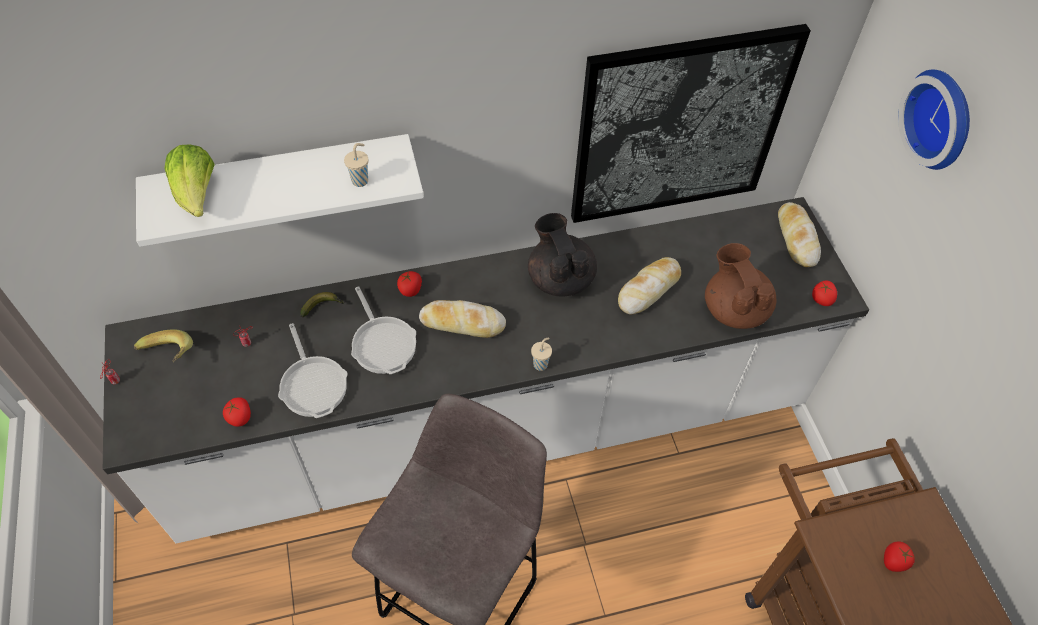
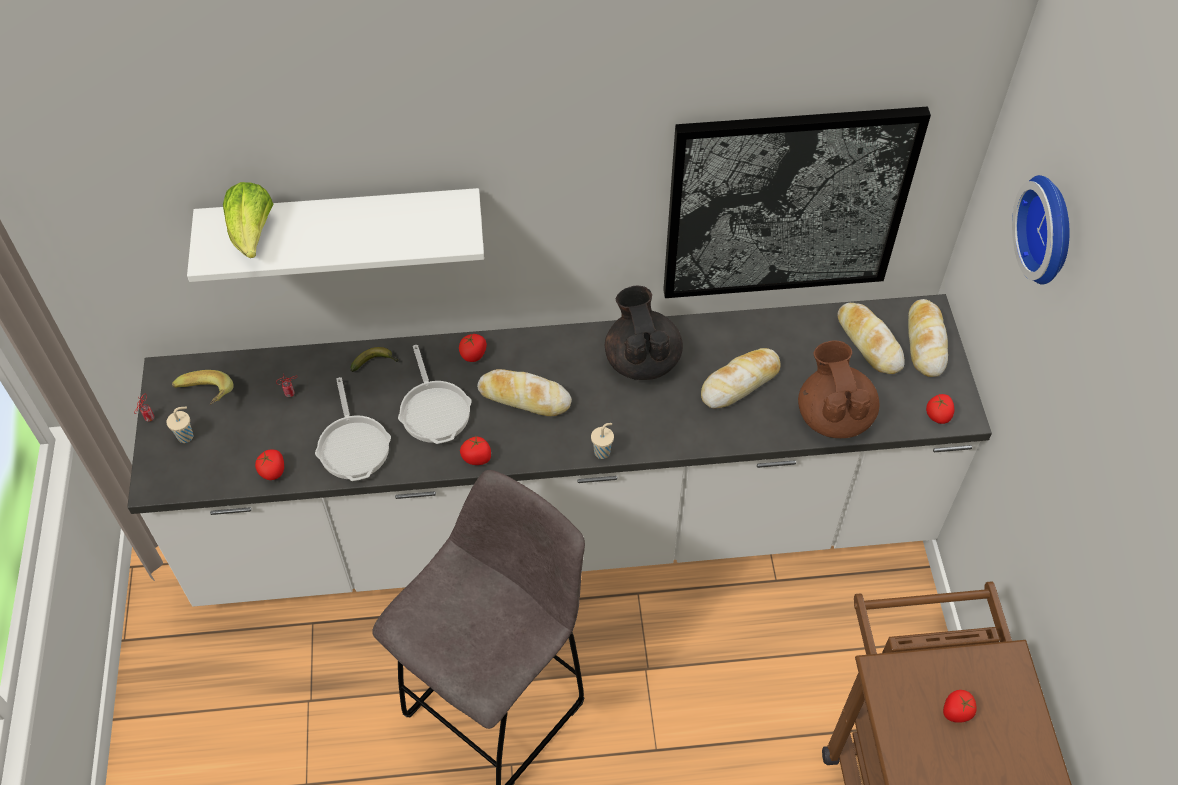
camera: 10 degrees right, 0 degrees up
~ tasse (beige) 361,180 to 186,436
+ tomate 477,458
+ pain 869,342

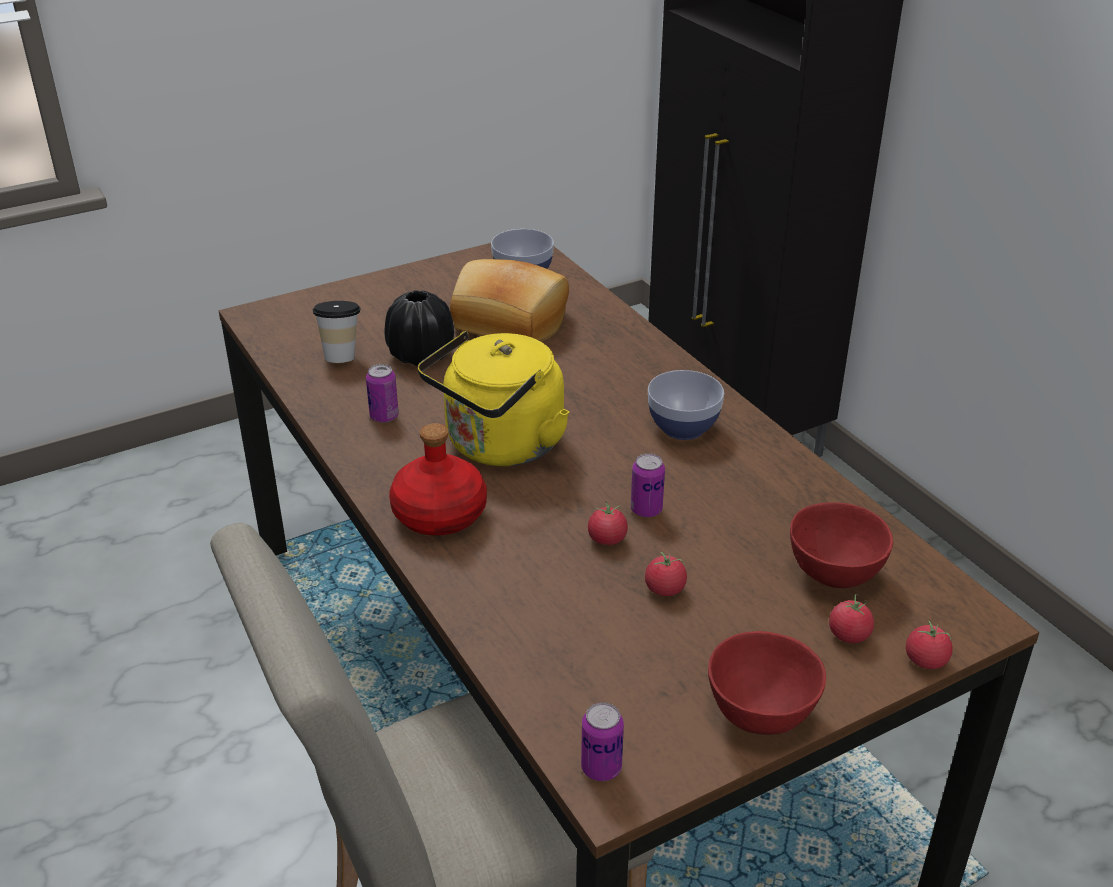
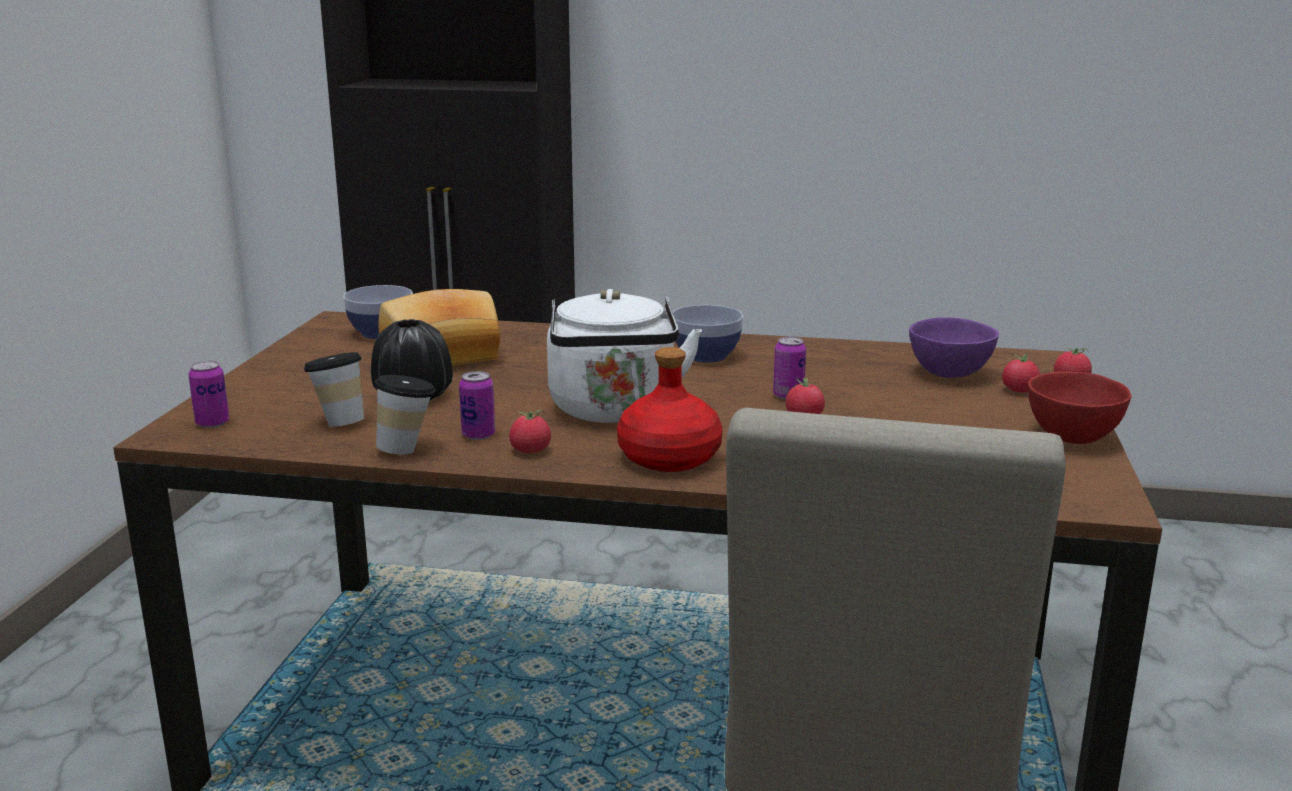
camera: 50 degrees left, 15 degrees down
~ boîte métallique 601,768 to 212,423
+ tasse 407,449
~ tomate 665,589 to 530,451
~ bouilloire (jaune) 500,446 to bouilloire (blanc) 614,411
~ bol (rouge) 834,575 to bol (violet) 951,374

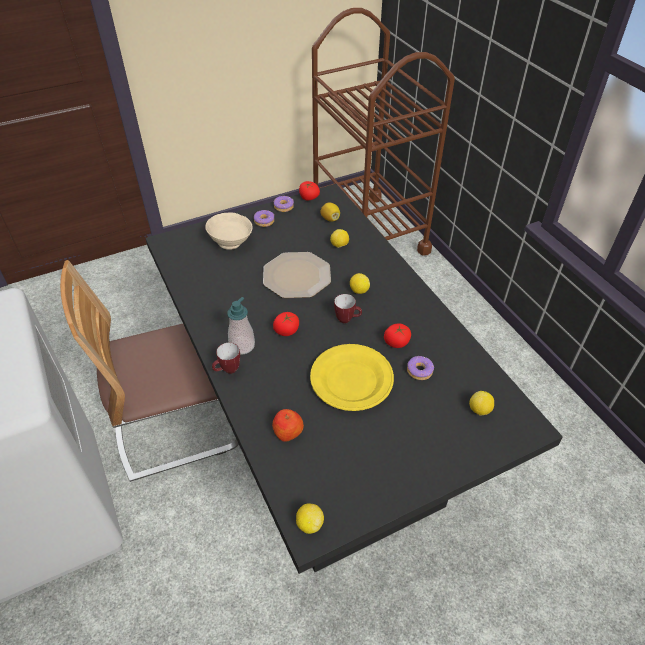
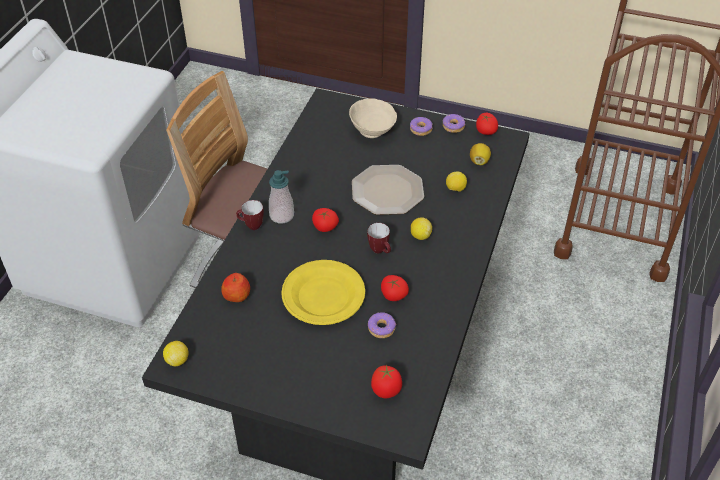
camera: 45 degrees right, 0 degrees up
~ citron 479,410 to tomate 386,390

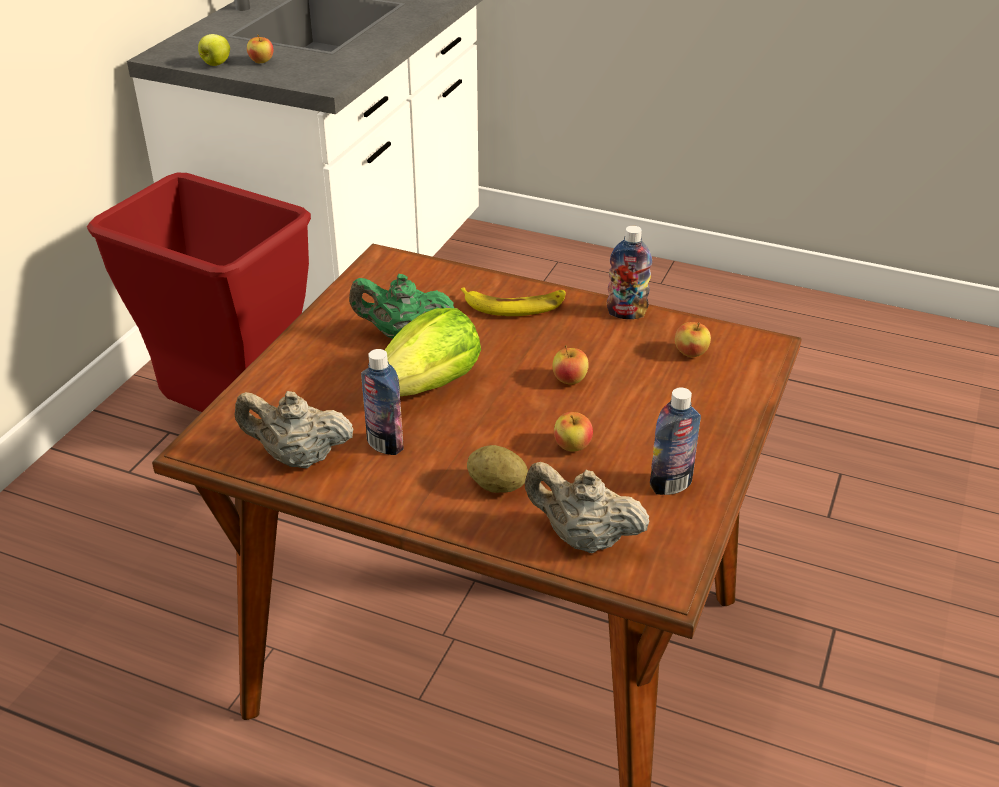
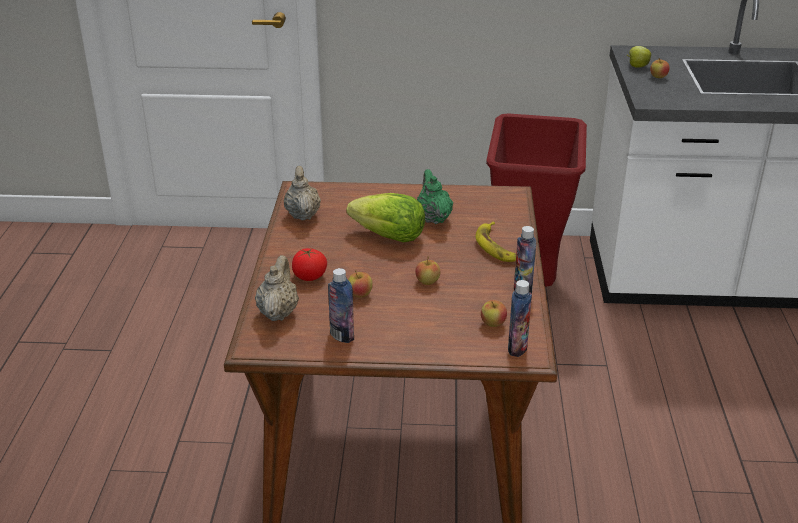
camera: 70 degrees right, 5 degrees down
~ pomme de terre 497,486 to tomate 310,276
~ bouteille 385,444 to 517,348

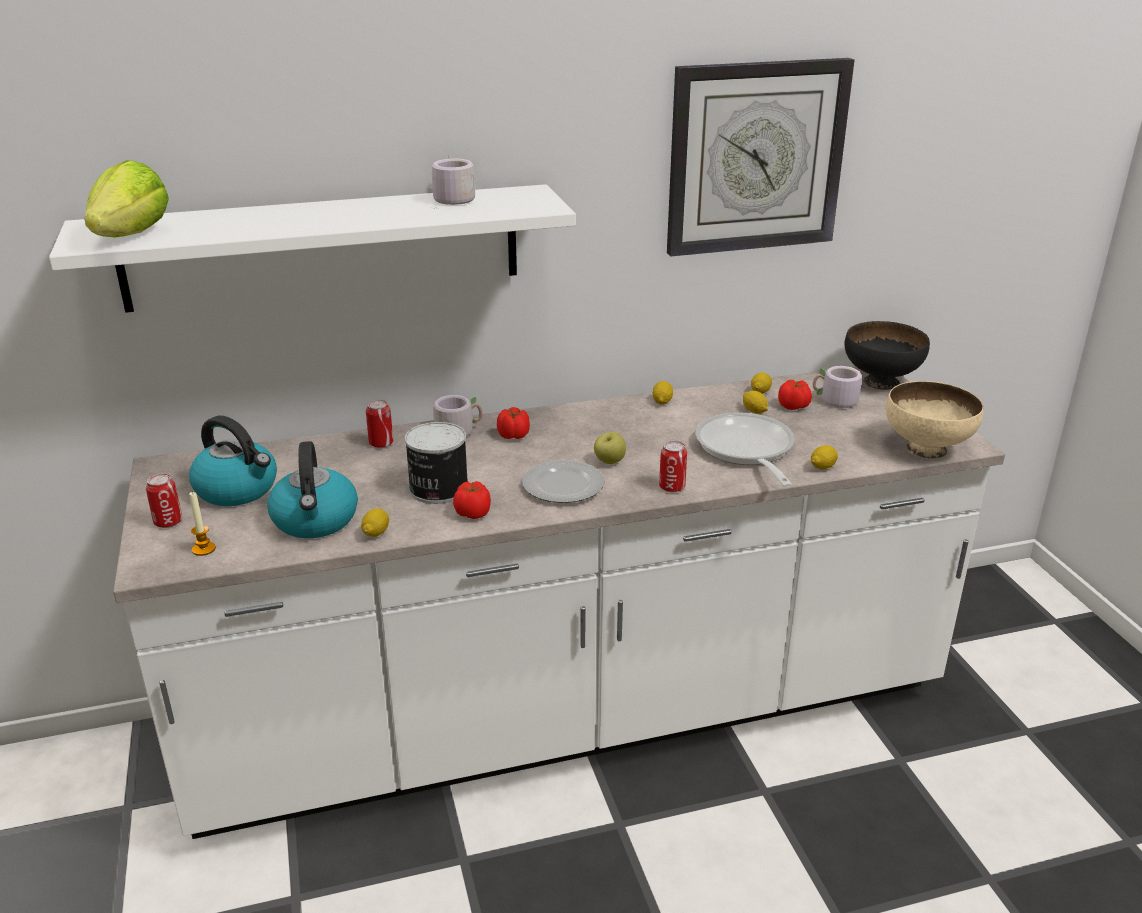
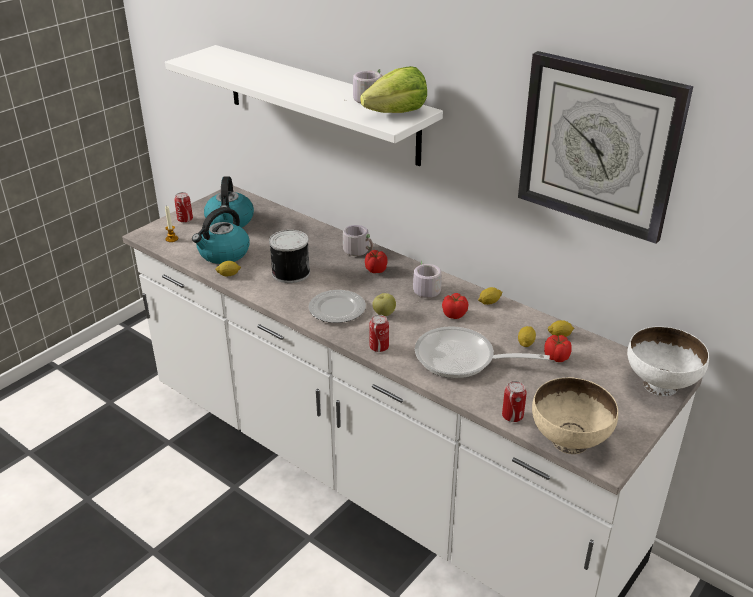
camera: 55 degrees right, 5 degrees up
~ laitue 131,235 to 397,113
~ mug (gris) 834,402 to 424,290
~ poêle 746,451 = 462,359 120 degrees counterclockwise
~ tomate 473,513 to 455,314
~ boîte métallique 381,443 to 512,416
~ bol (noir) 881,381 to bol (blanc) 661,385
- citron 822,467

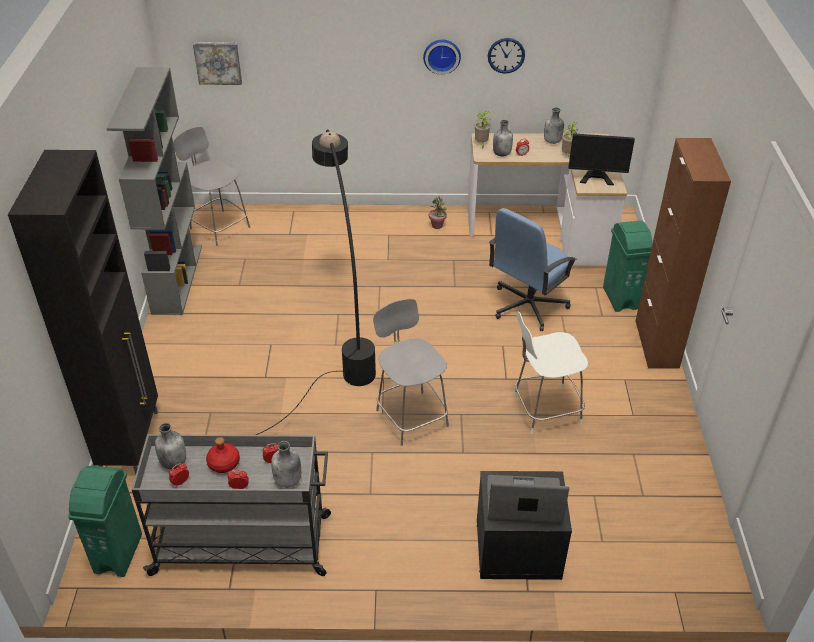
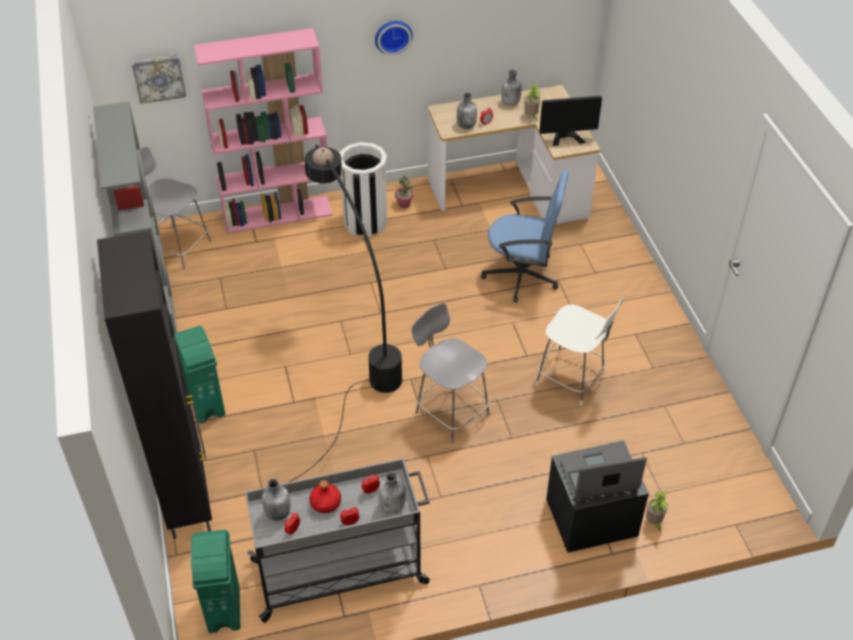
camera: 15 degrees left, 5 degrees up
~ poubelle (vert) 620,298 to 206,404
+ bibliothèque (rose) 278,214
+ poubelle (blanc) 365,222
~ chaise de bureau (bleu) 527,306 = 522,276 105 degrees counterclockwise
~ chaise (blanc) 544,410 = 572,379 120 degrees counterclockwise
~ plante en pot 481,144 to 653,522
- horloge murale 506,55
- meuble de rangement (marron) 656,344

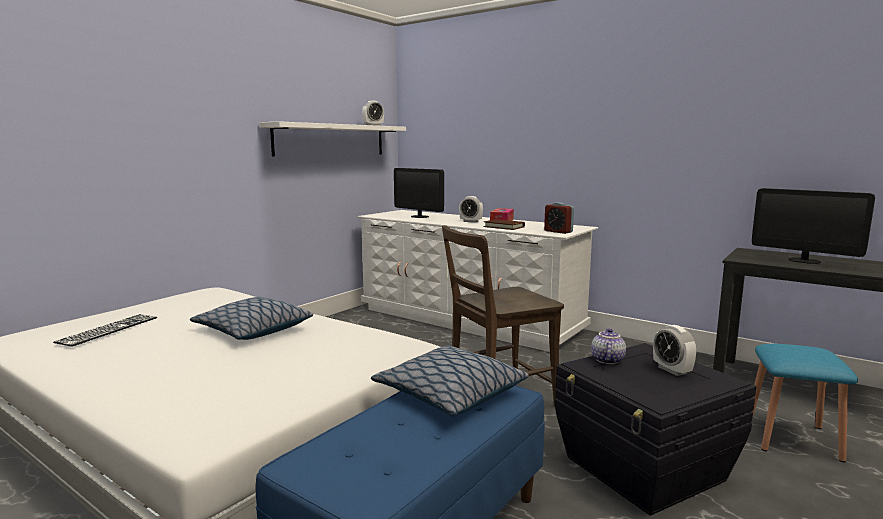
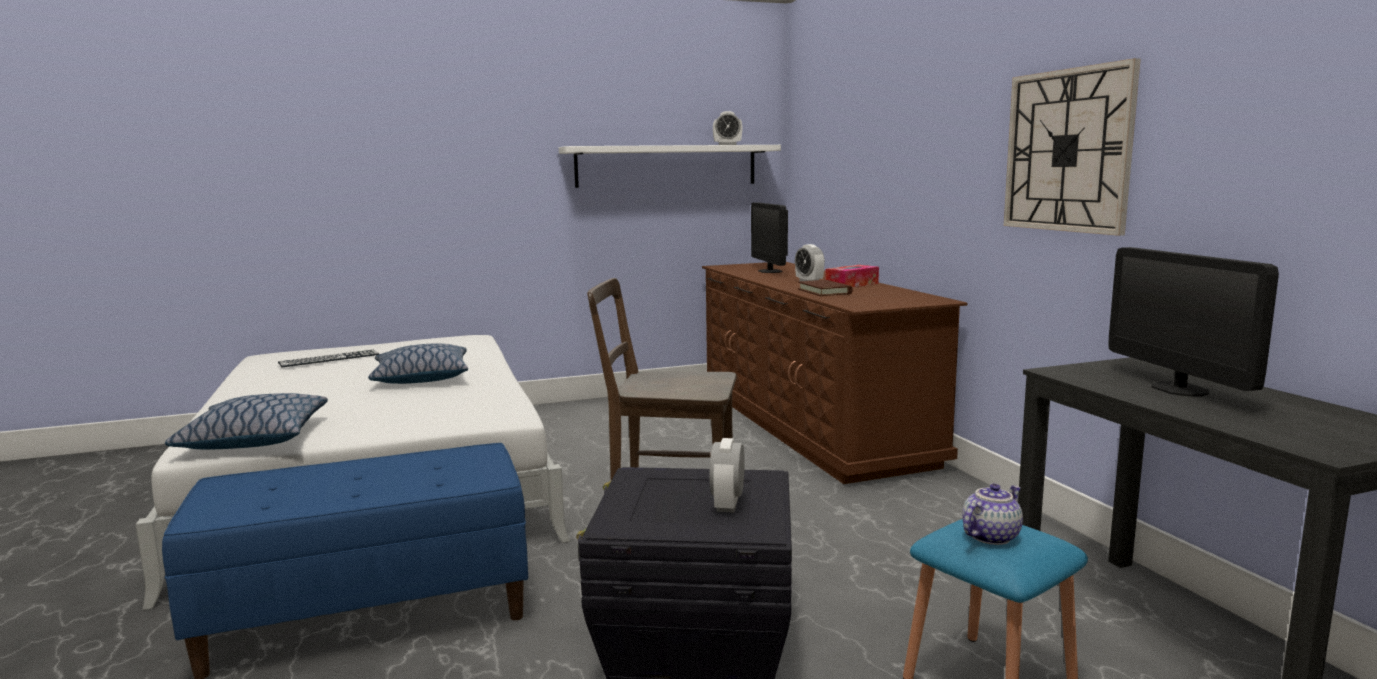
camera: 35 degrees right, 0 degrees up
~ coussin 449,394 to 254,439
~ commode (blanc) 467,319 to commode (marron) 808,424
~ théière 606,360 to 989,536
+ horloge murale 1067,151
- réveil 558,231

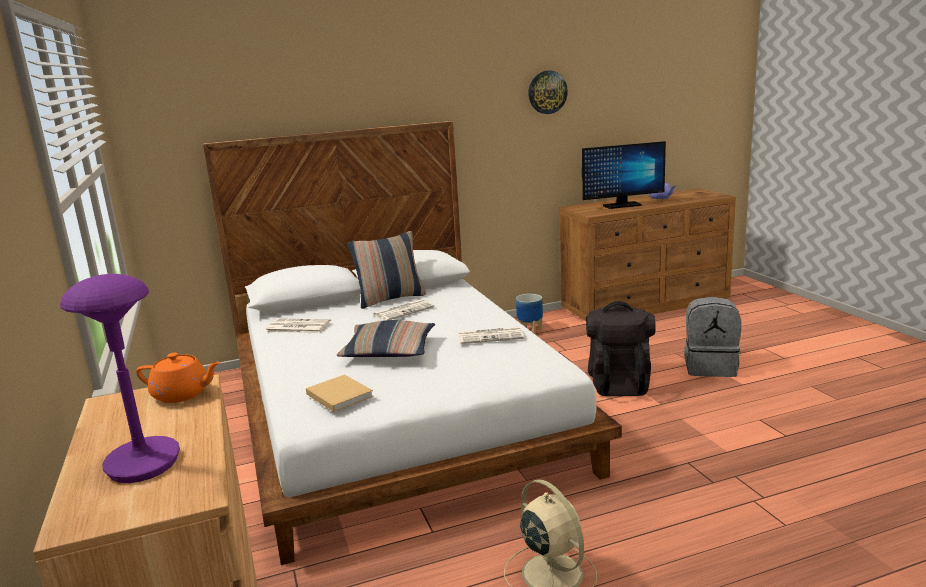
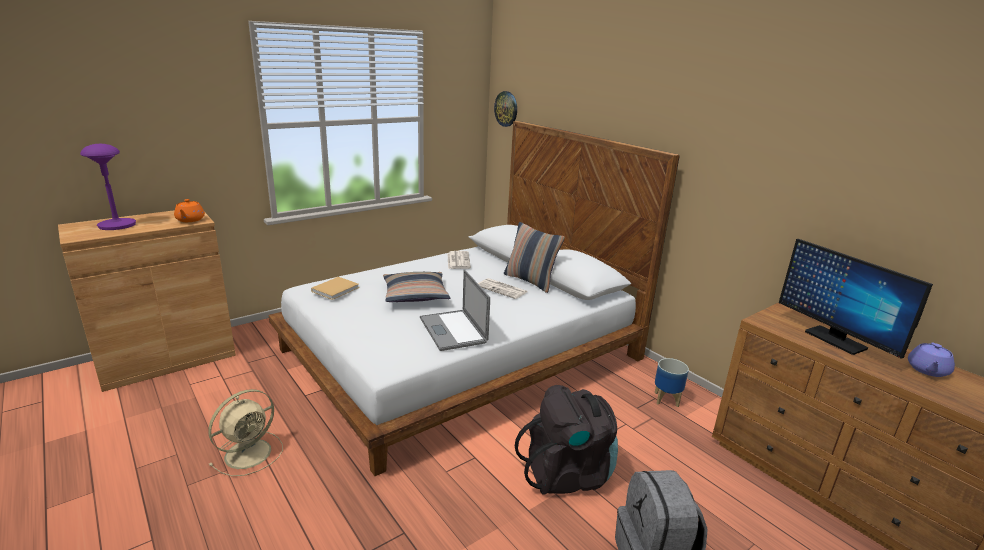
camera: 70 degrees right, 5 degrees up
~ journal 491,336 to ordinateur portable 453,330
~ horloge murale 547,92 to 506,109

